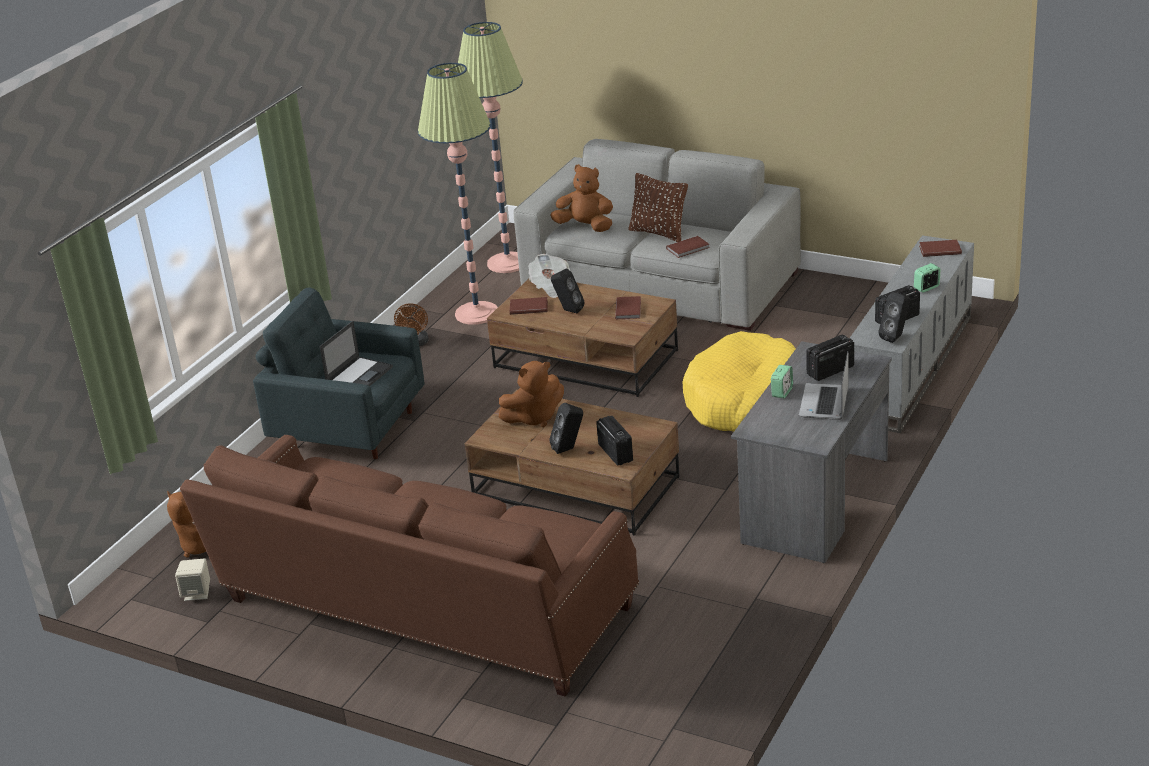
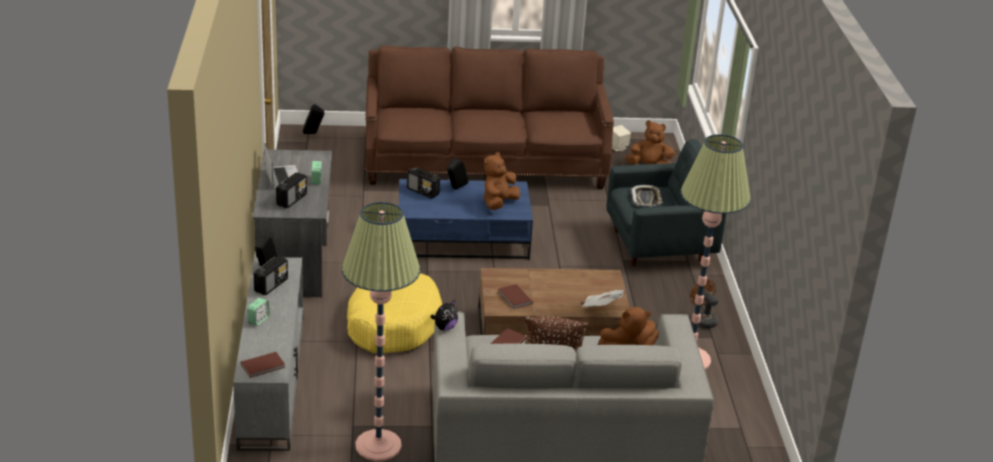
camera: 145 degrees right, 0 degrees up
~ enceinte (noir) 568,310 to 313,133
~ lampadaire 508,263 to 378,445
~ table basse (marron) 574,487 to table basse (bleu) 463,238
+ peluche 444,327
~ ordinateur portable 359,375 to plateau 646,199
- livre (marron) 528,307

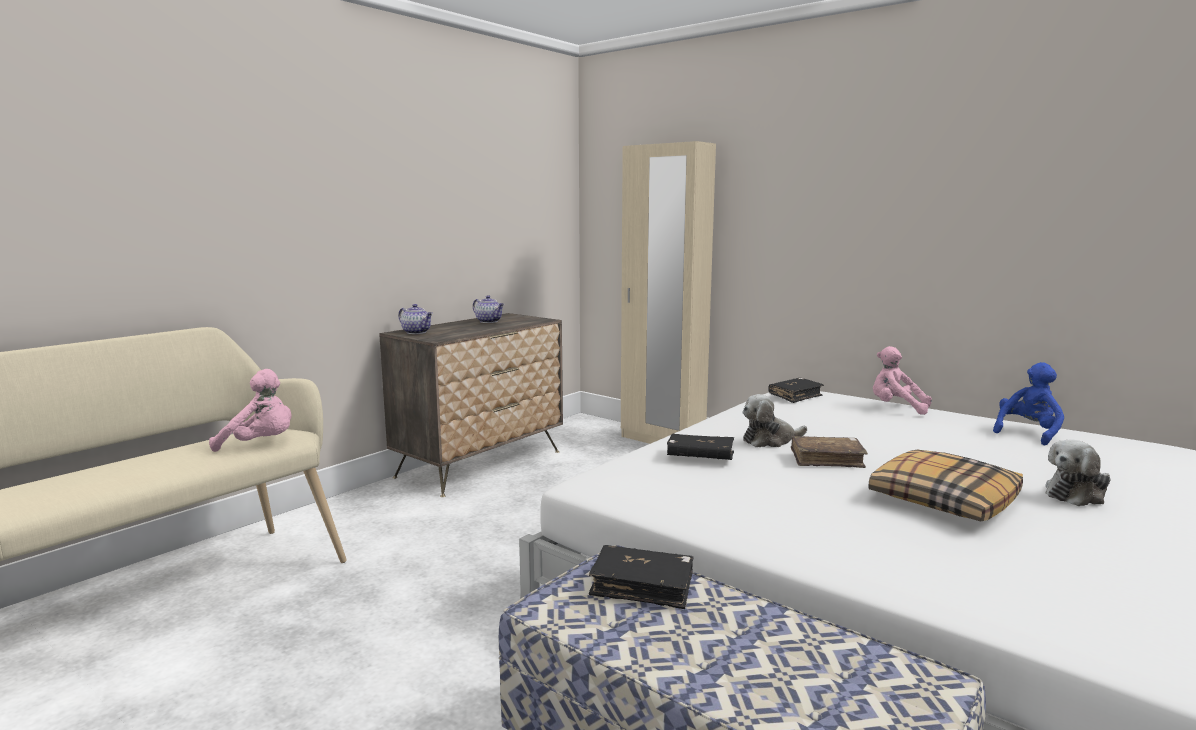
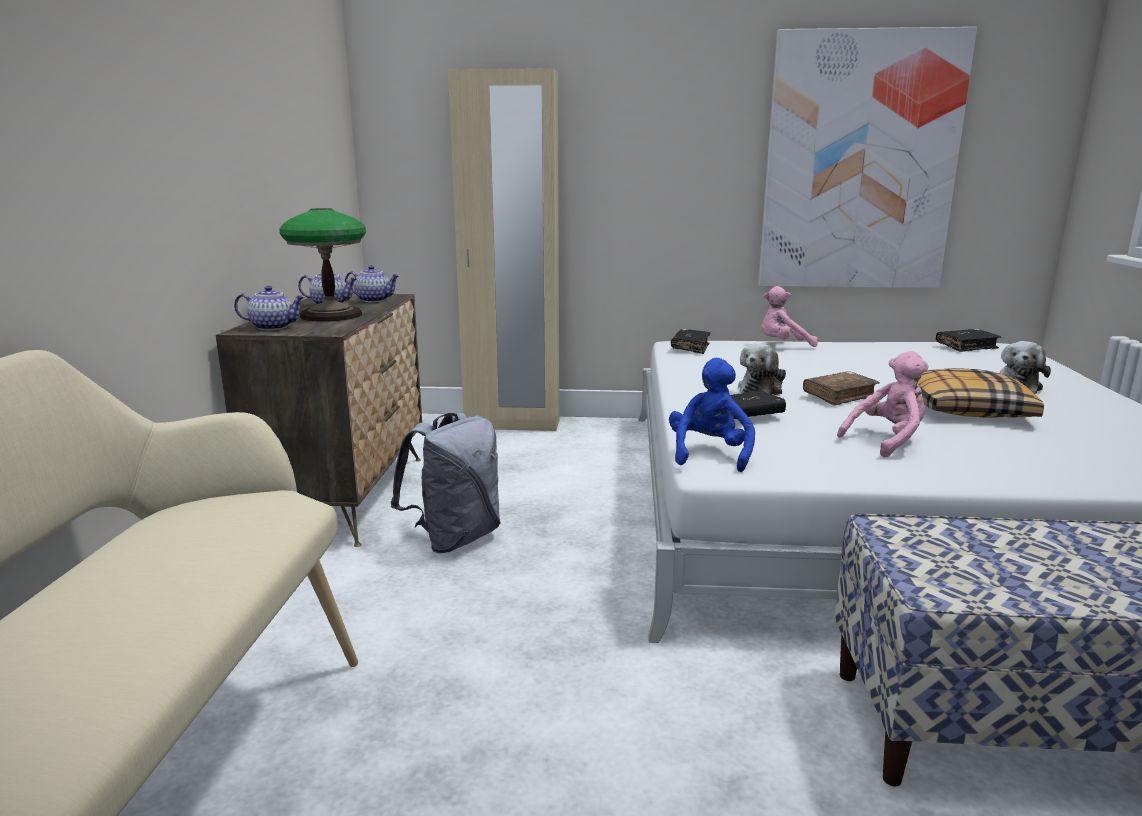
camera: 35 degrees left, 5 degrees up
+ lampe de table 331,315
+ théière 374,300
+ sac à dos (gris) 455,538
~ peluche (bleu) 1028,433 to 709,454
+ tableau 859,163
~ peluche (rose) 261,444 to 887,441
~ livre (noir) 642,587 to 966,347

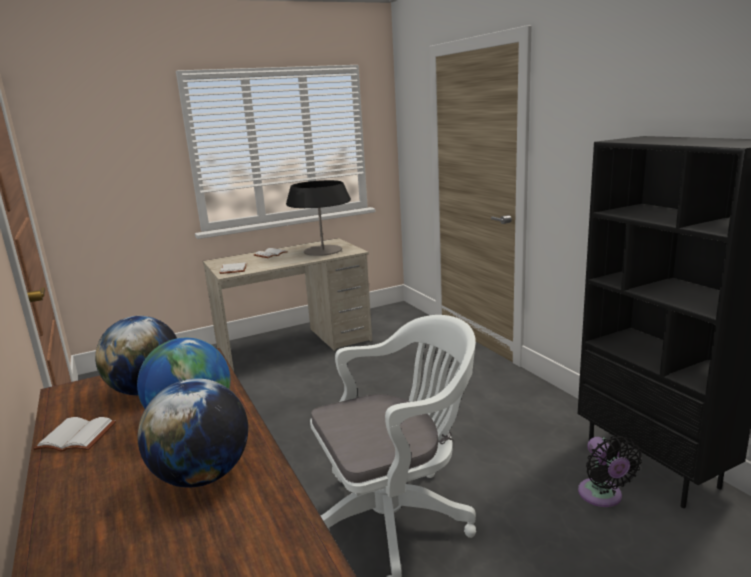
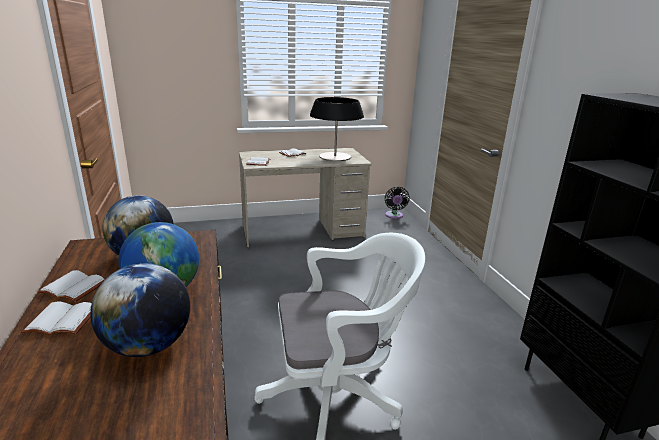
camera: 10 degrees right, 5 degrees up
+ livre (blanc) 60,321
~ ventilateur (noir) 602,496 to 394,216

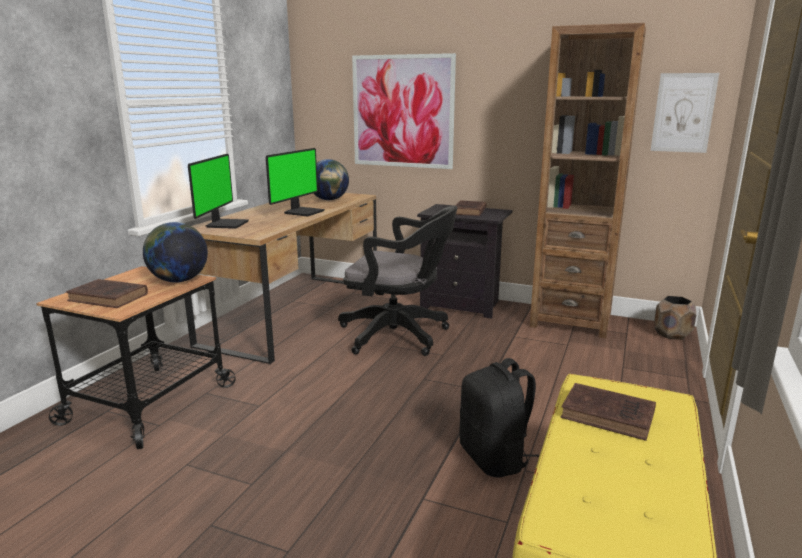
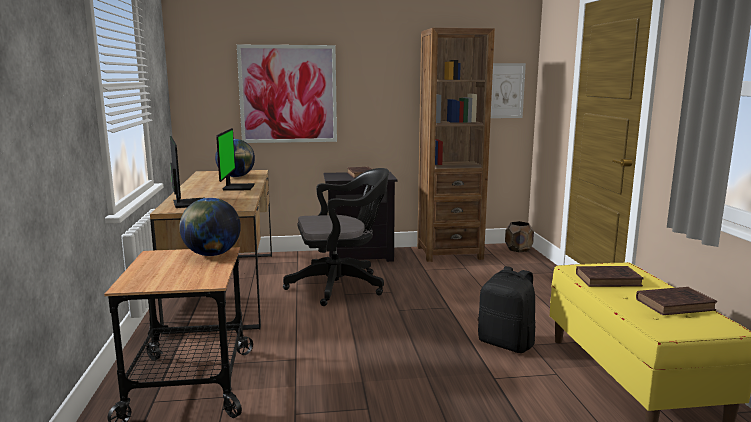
camera: 30 degrees left, 5 degrees down
~ livre (marron) 110,298 to 676,305

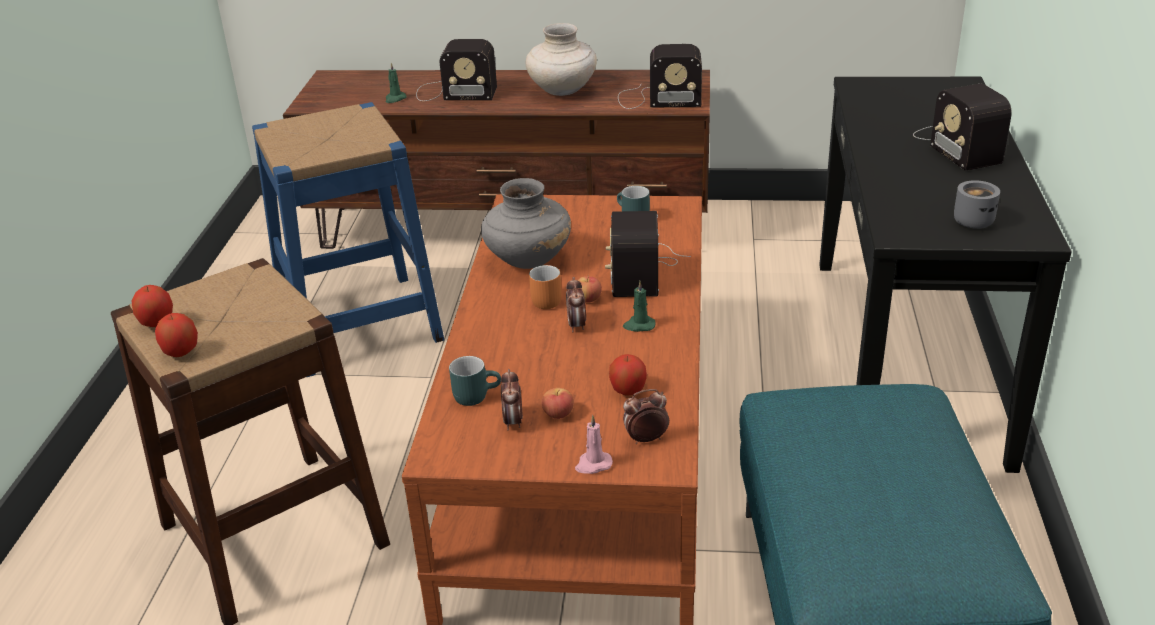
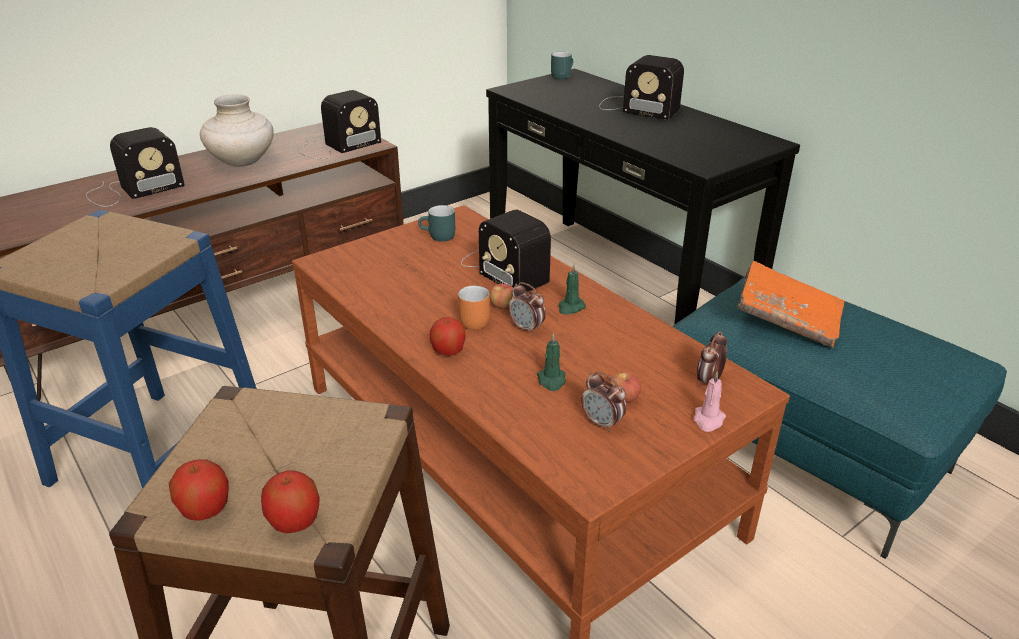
camera: 45 degrees left, 0 degrees up
~ pomme 628,390 to 448,351
~ bougie (vert) 395,99 to 551,380
~ mug (turquoise) 476,395 to 561,75
+ livre (orange) 787,319
- vase (gris) 527,259
- mug (gris) 973,220

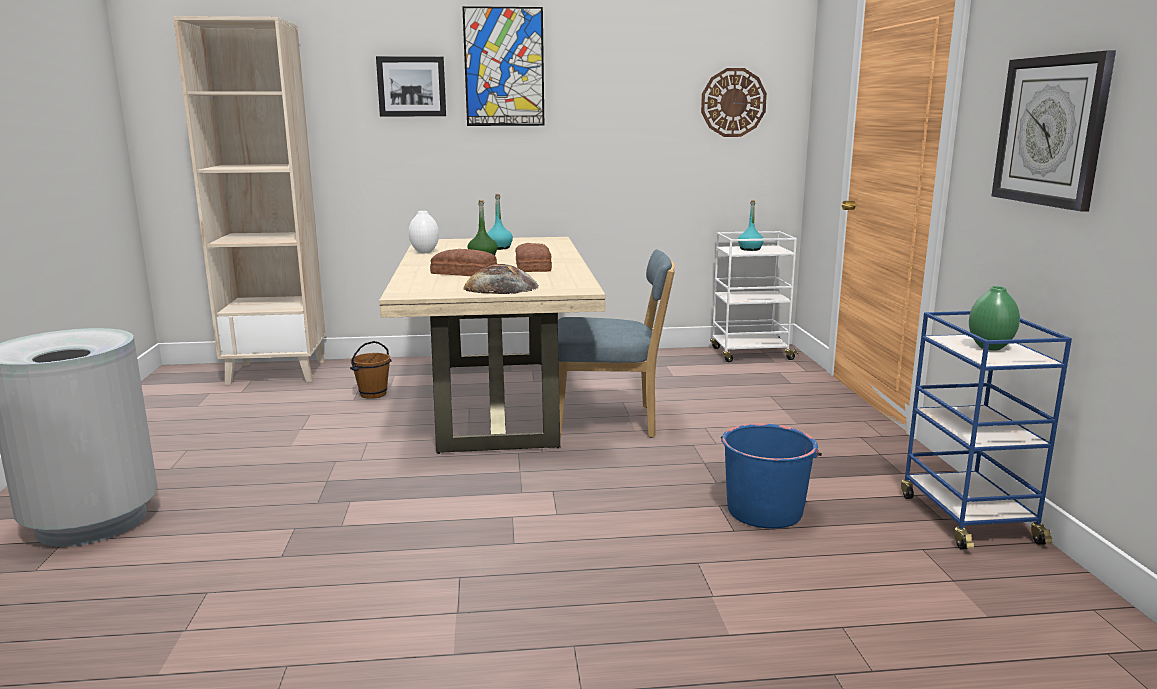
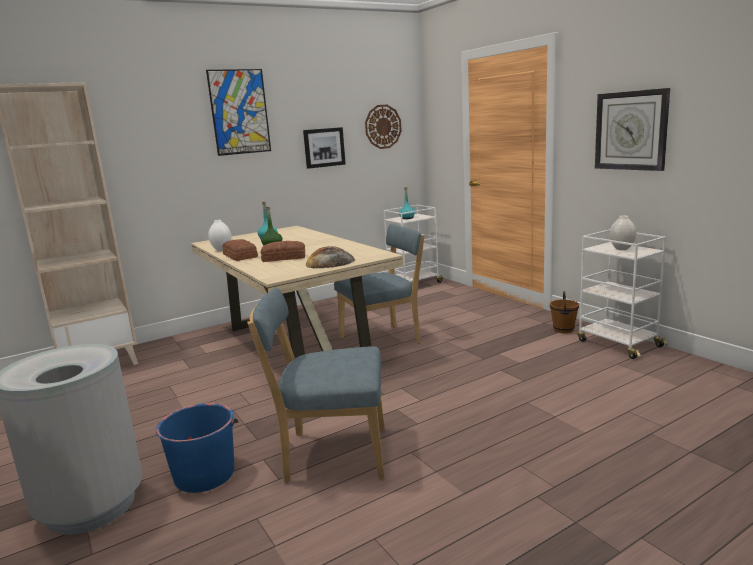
camera: 25 degrees left, 0 degrees up
~ seau (bleu) 764,511 to 204,474
~ pain 532,267 to 239,256
+ chaise (bleu) 331,454
~ tableau 411,86 to 324,147
~ seau (marron) 373,394 to 563,330
~ chariot (bleu) 967,518 to chariot (blanc) 618,343
~ vase (vert) 990,347 to vase (blanc) 622,249

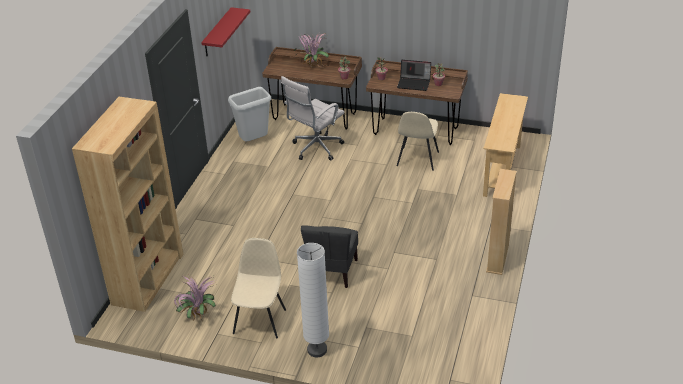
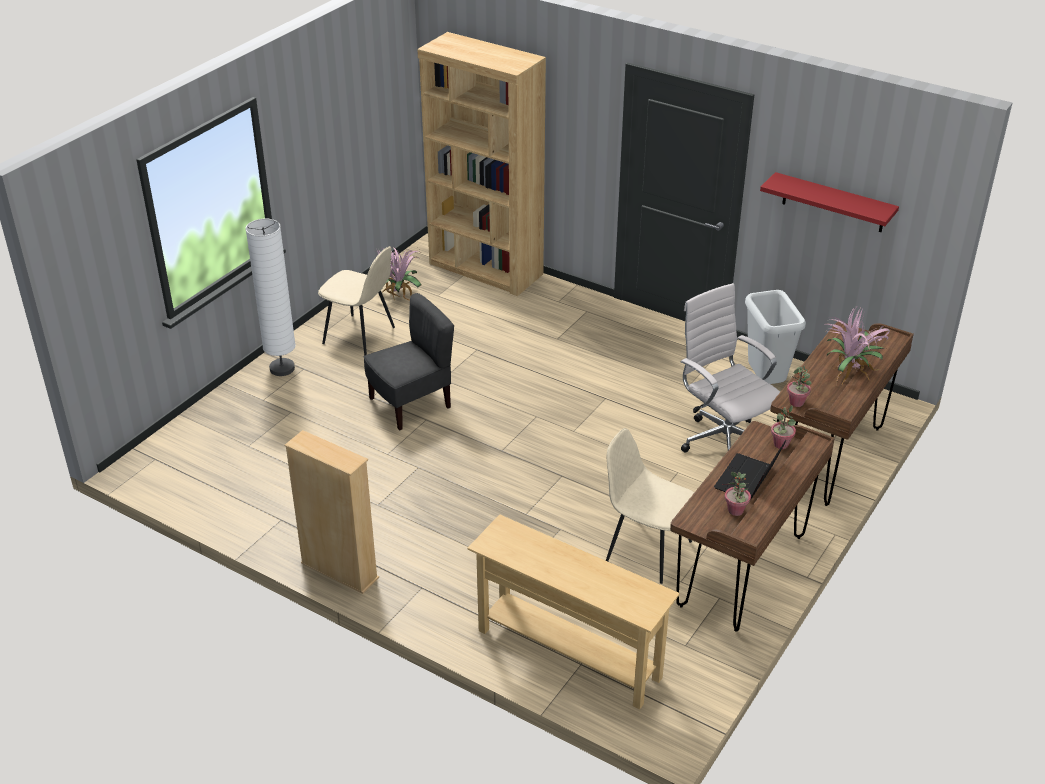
camera: 105 degrees right, 0 degrees up
~ chaise (gris) 332,272 = 411,404 120 degrees clockwise

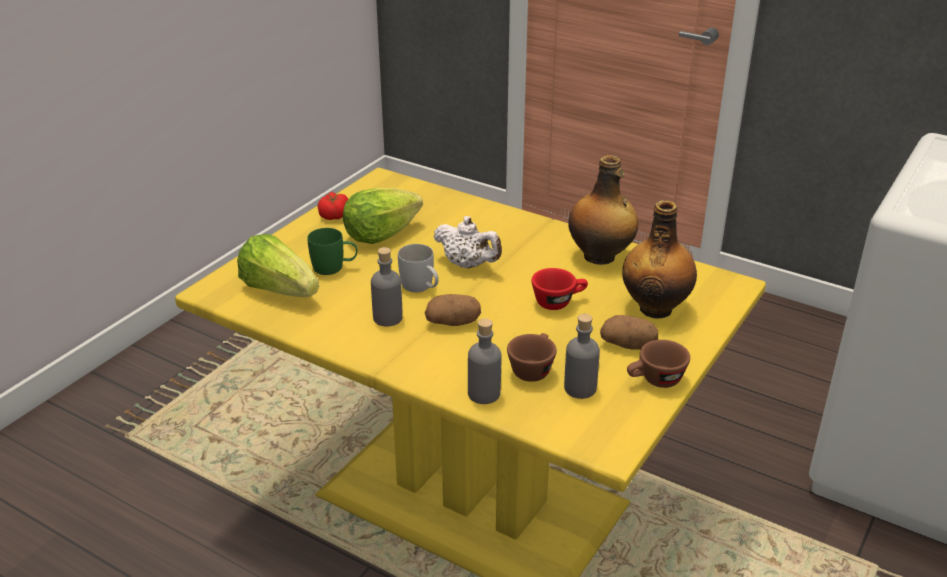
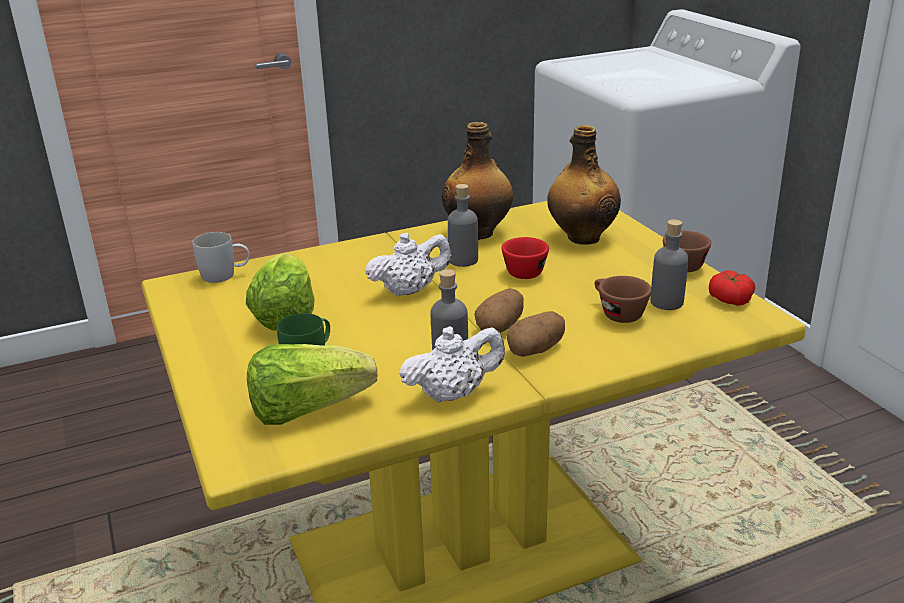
camera: 55 degrees left, 5 degrees down
~ mug (blanc) 421,287 to 225,275
+ théière (blanc) 453,394
~ bouteille (gris) 484,394 to 463,260
~ pomme de terre 628,345 to 536,350
~ tomate 334,214 to 730,299

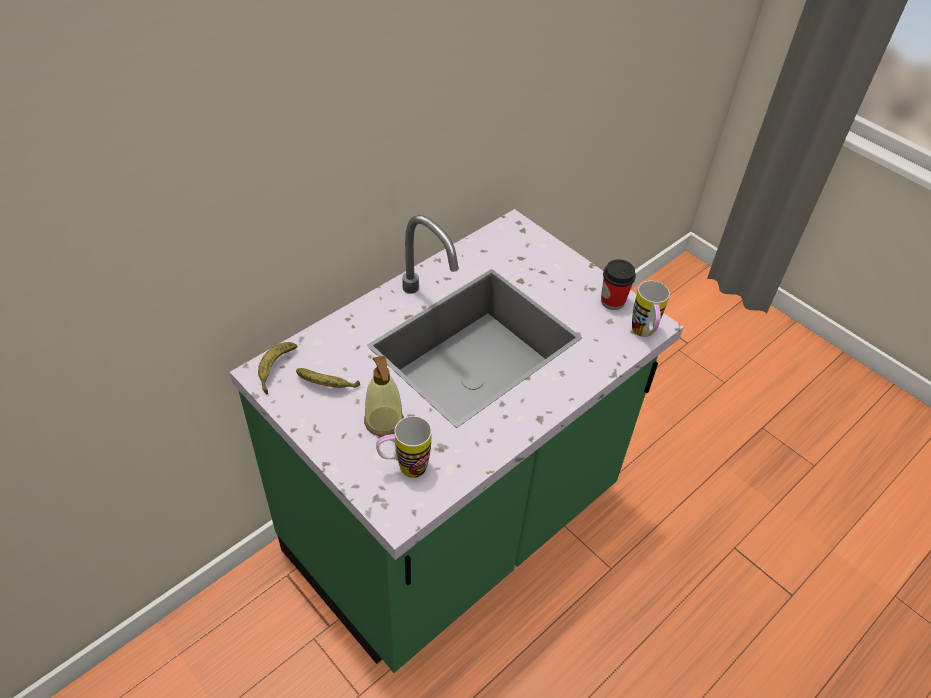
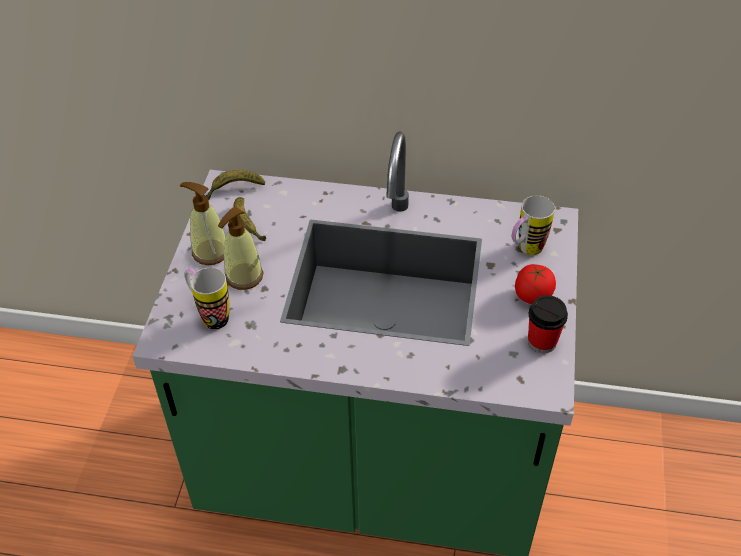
camera: 55 degrees right, 0 degrees up
+ distributeur de savon 210,252
~ mug 644,334 to 525,251
+ tomate 533,296

